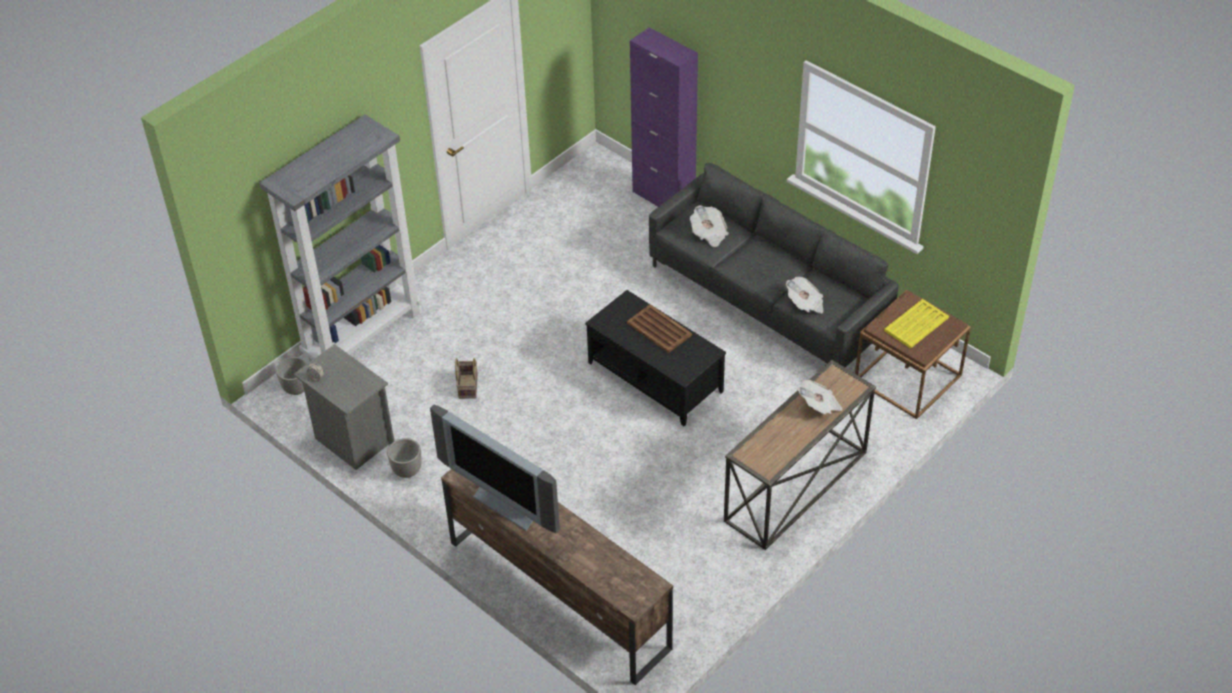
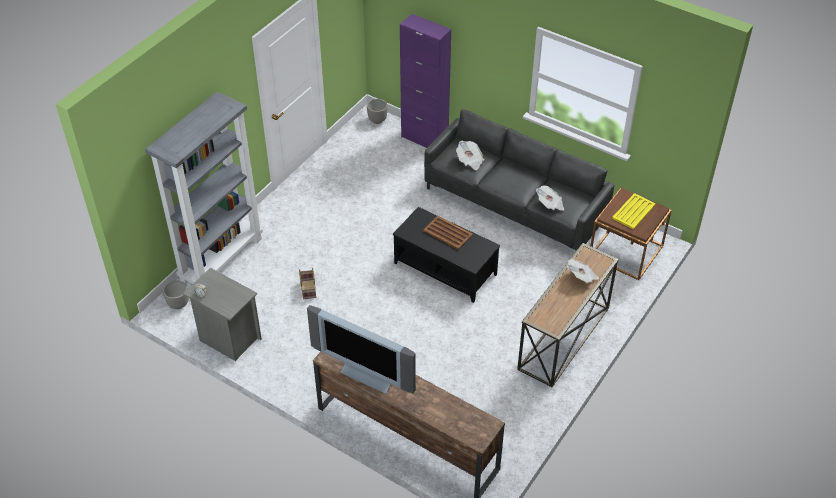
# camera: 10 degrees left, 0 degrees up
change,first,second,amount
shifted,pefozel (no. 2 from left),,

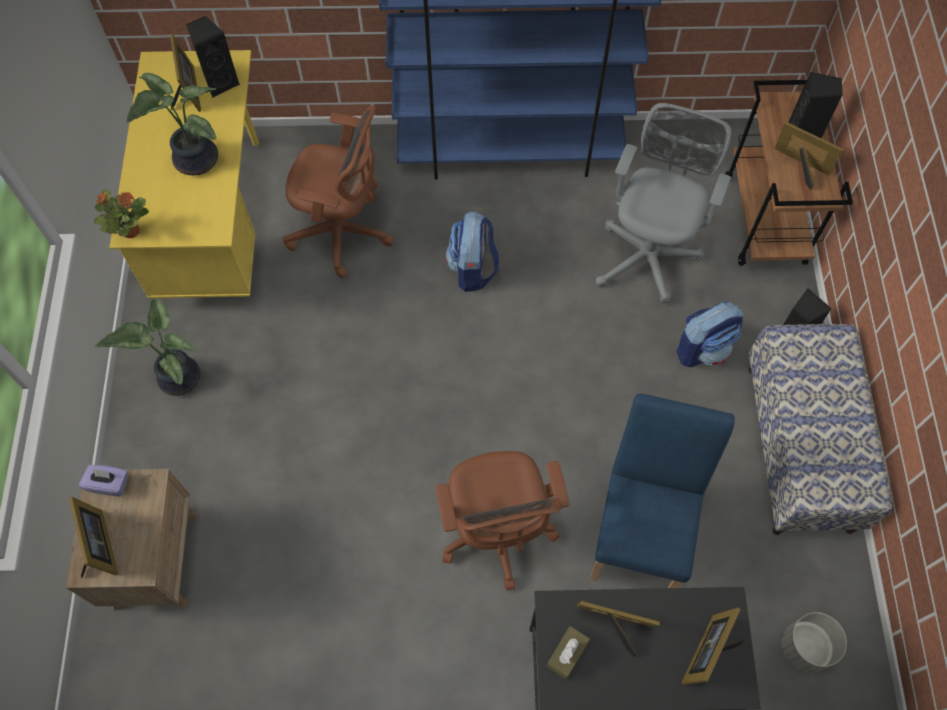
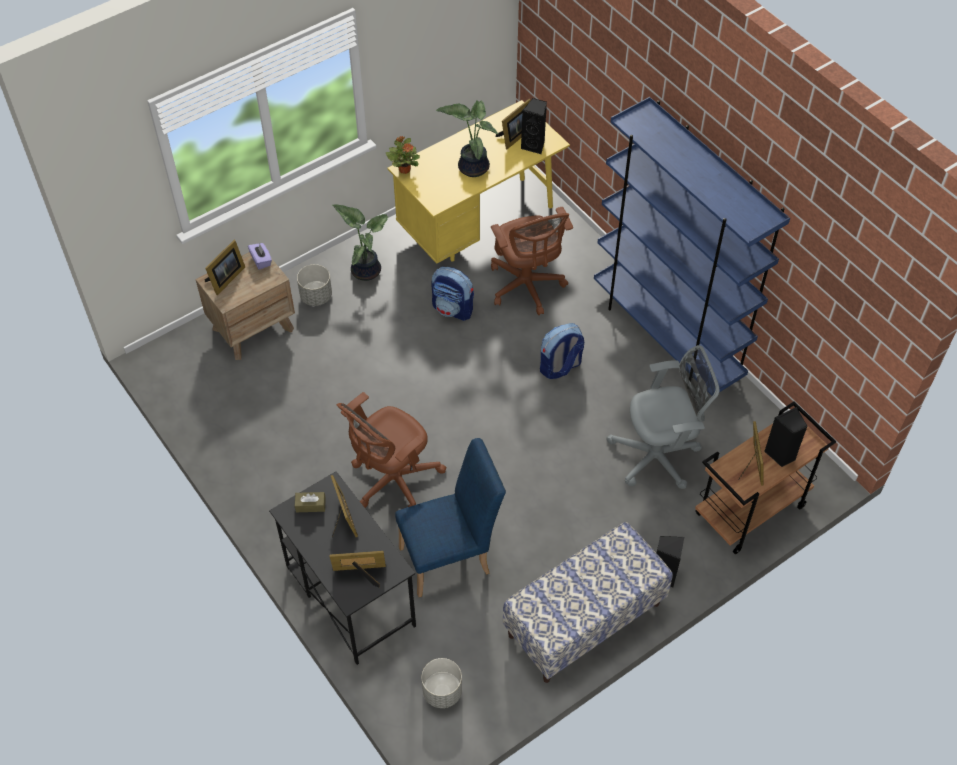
# camera: 55 degrees right, 10 degrees down
change,first,second,amount
new,,pefozel (grey) (no. 1 from left),
shifted,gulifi (no. 2 from left in the first image),gulifi (no. 1 from left),

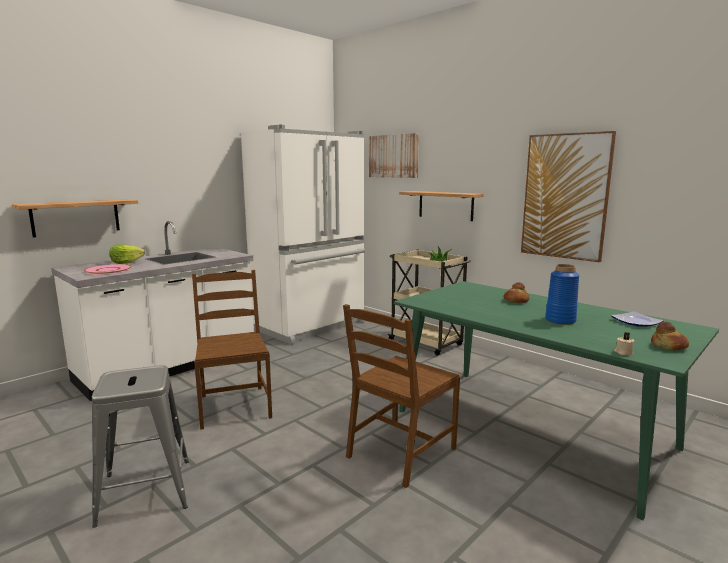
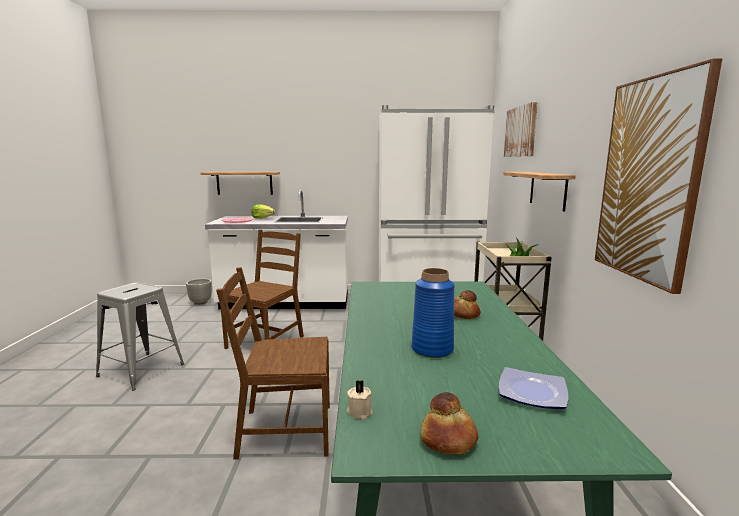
# camera: 45 degrees right, 0 degrees up
change,first,second,amount
new,,pefozel,

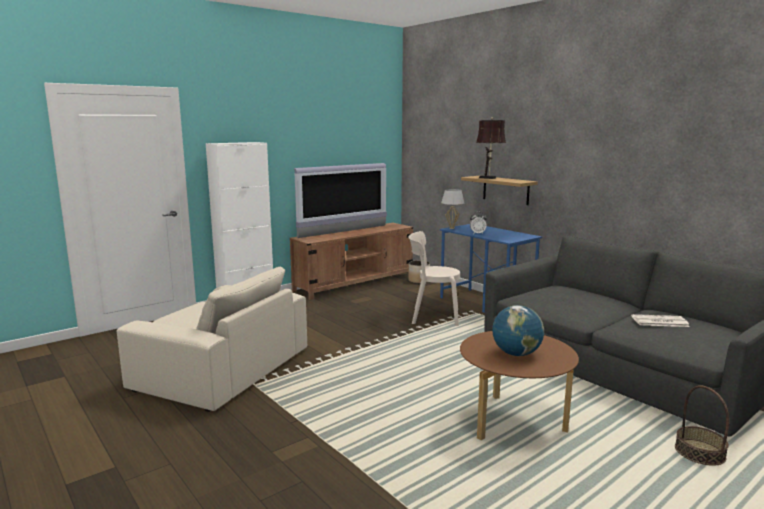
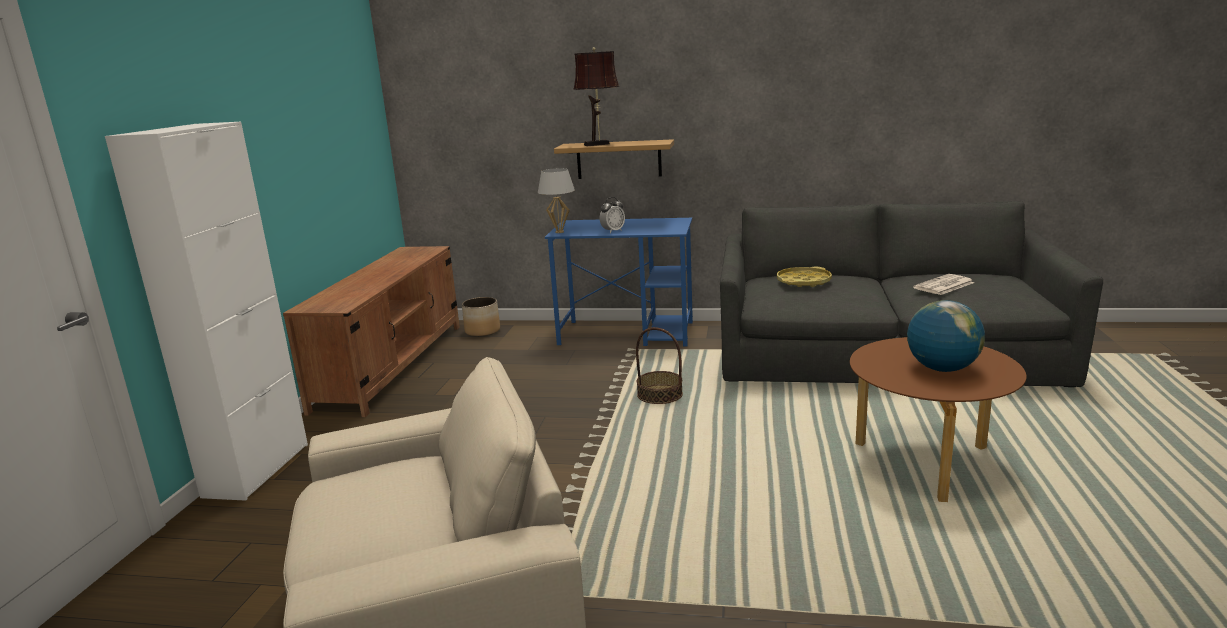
# camera: 40 degrees left, 5 degrees up
change,first,second,amount
shifted,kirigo,,
new,,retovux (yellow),
gone,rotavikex,,
gone,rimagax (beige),,

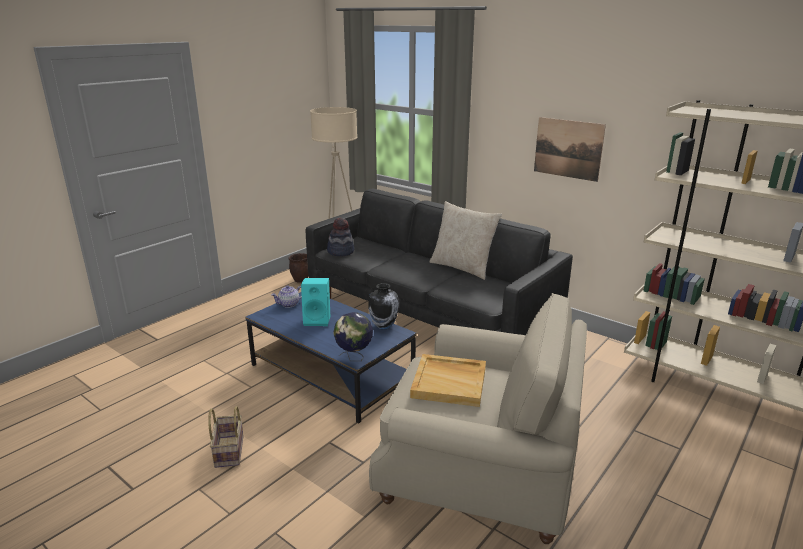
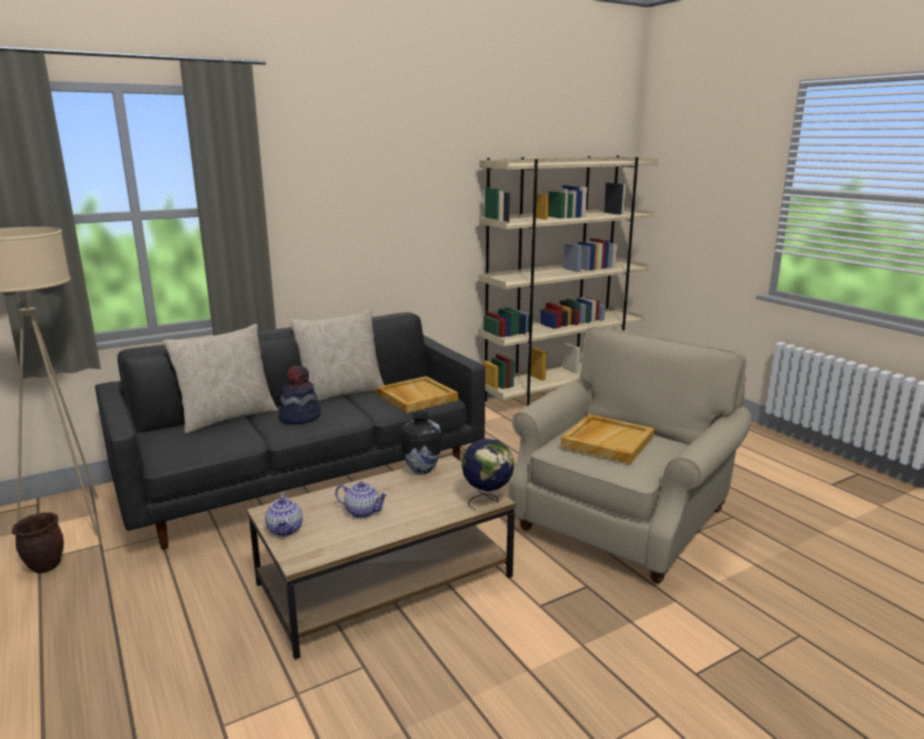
# camera: 70 degrees left, 5 degrees down
change,first,second,amount
new,,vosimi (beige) (no. 1 from left),
repainted,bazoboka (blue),bazoboka (brown),
shifted,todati,,
swapped,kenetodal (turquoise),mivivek (no. 2 from left),
new,,retovux (beige) (no. 1 from left),
gone,kirigo,,
gone,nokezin,,

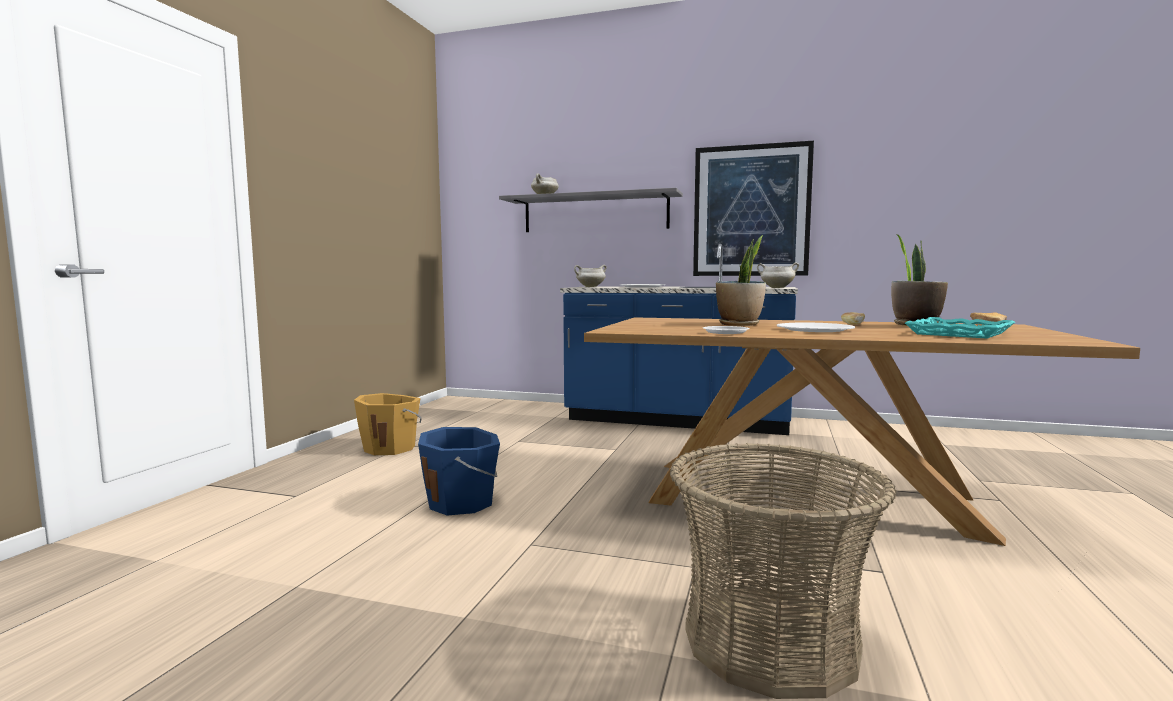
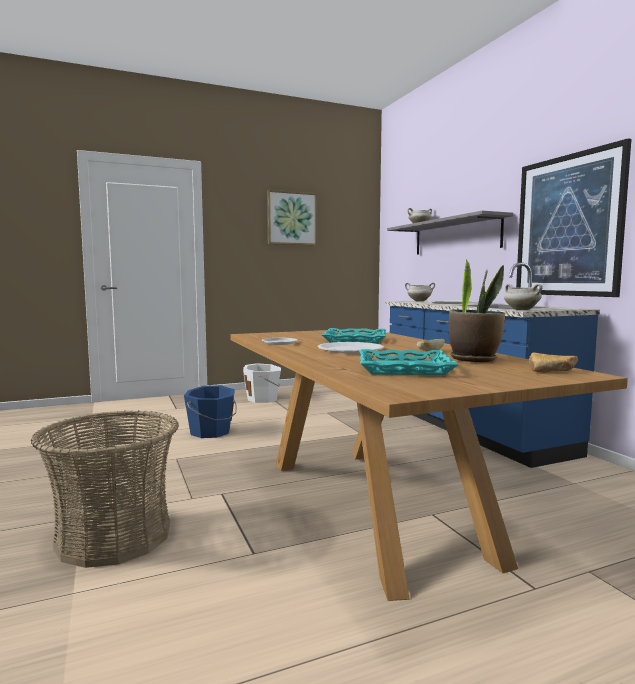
# camera: 50 degrees right, 0 degrees up
change,first,second,amount
repainted,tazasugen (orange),tazasugen (white),
new,,nokezin (no. 1 from left),
swapped,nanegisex (no. 1 from left),retovux (turquoise) (no. 1 from left),

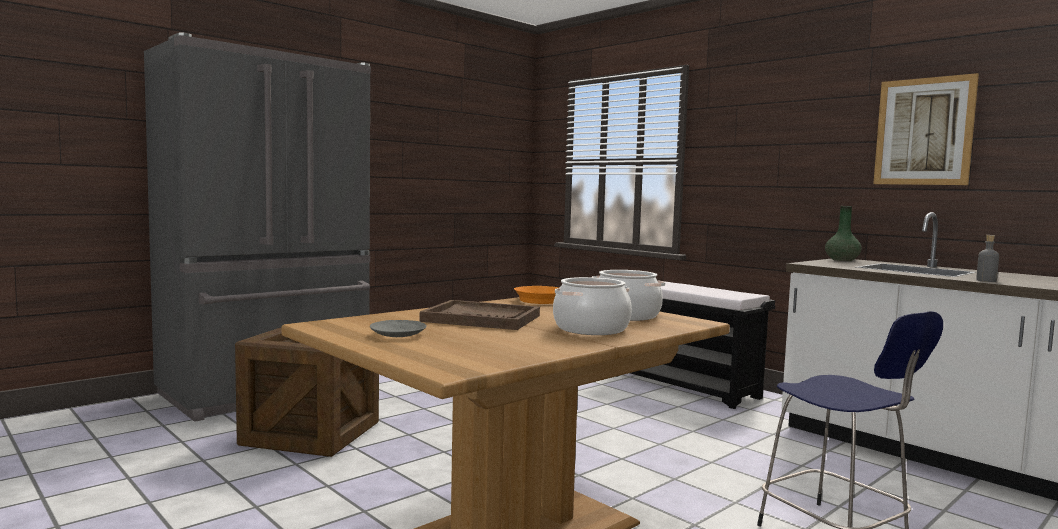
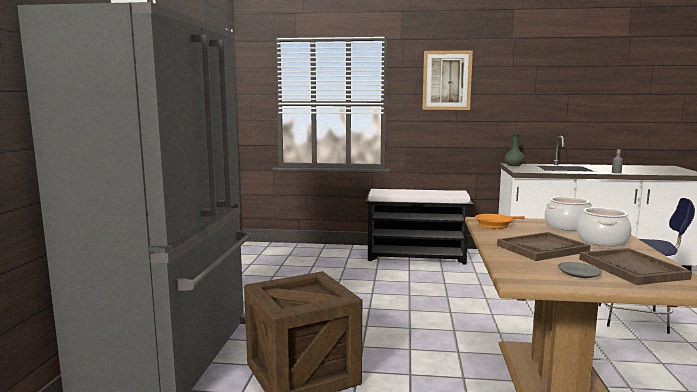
# camera: 40 degrees left, 5 degrees up
change,first,second,amount
shifted,nokezin,,
new,,retovux (brown) (no. 2 from left),

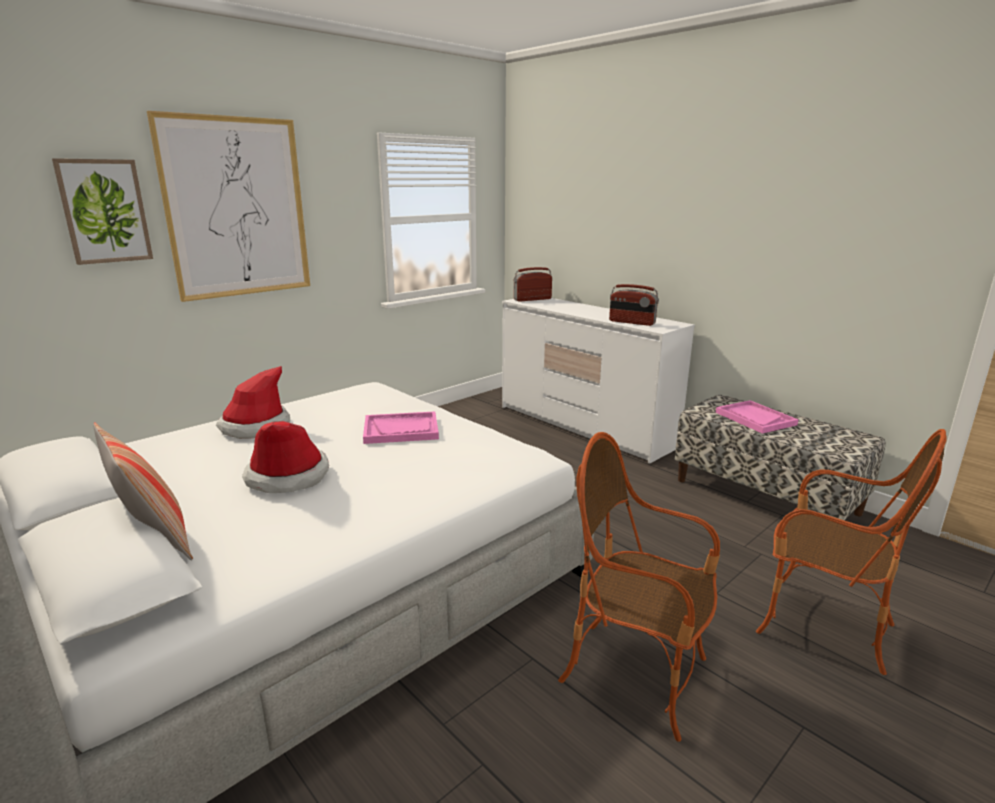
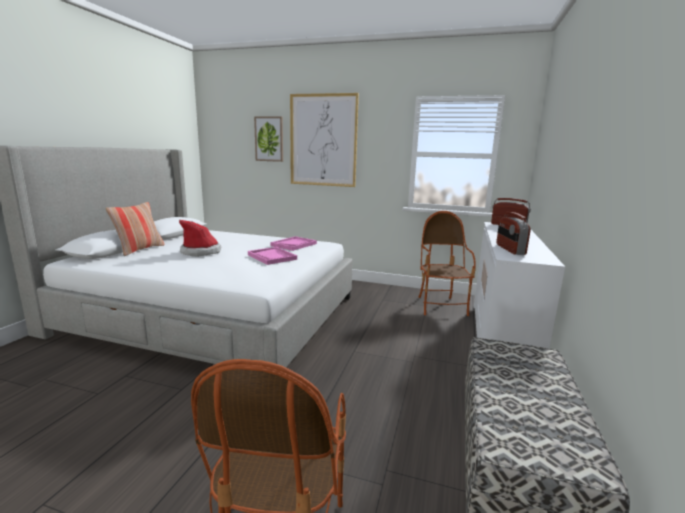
# camera: 60 degrees right, 5 degrees down
change,first,second,amount
shifted,retovux (pink) (no. 2 from left),,
shifted,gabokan (no. 1 from left in the first image),gabokan (no. 2 from left),
gone,todati (no. 1 from left),,

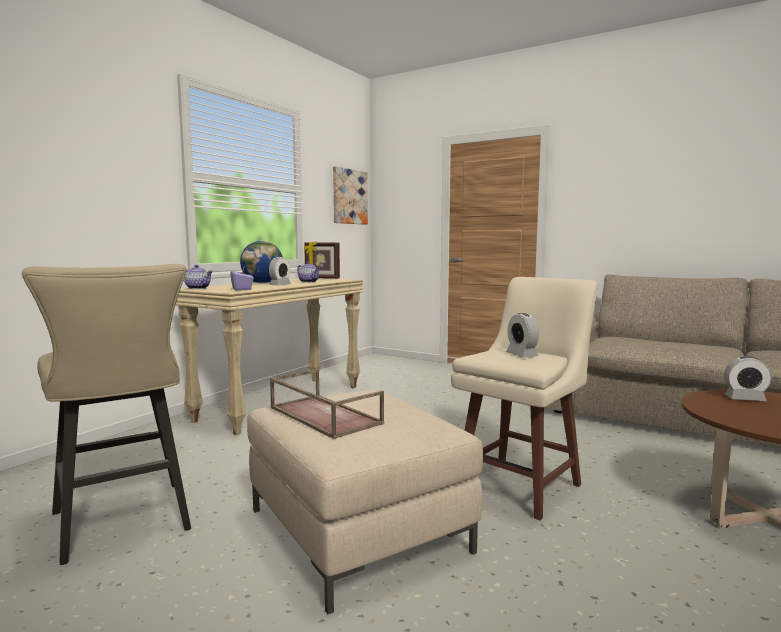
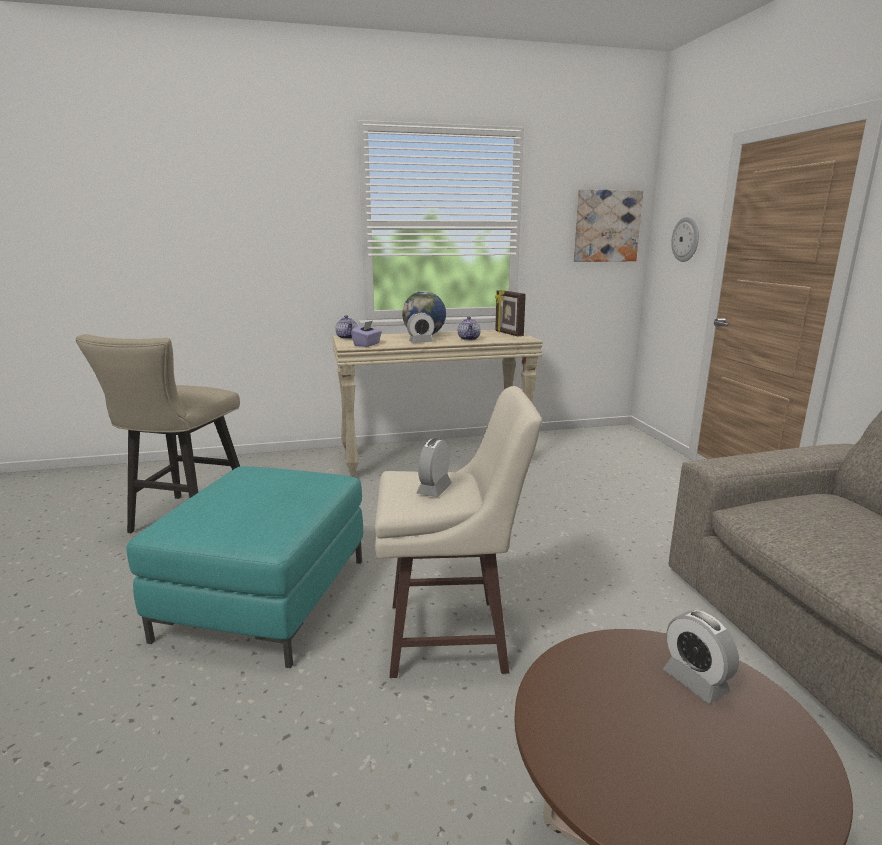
# camera: 45 degrees right, 10 degrees up
change,first,second,amount
repainted,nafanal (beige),nafanal (turquoise),
new,,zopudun,
gone,retovux (brown),,

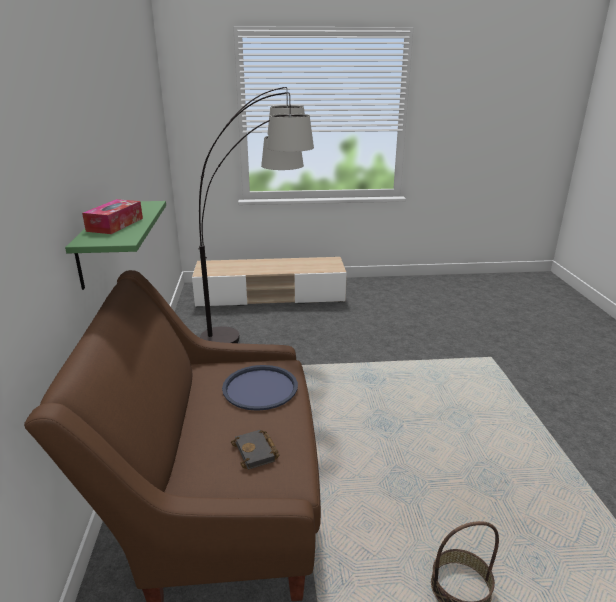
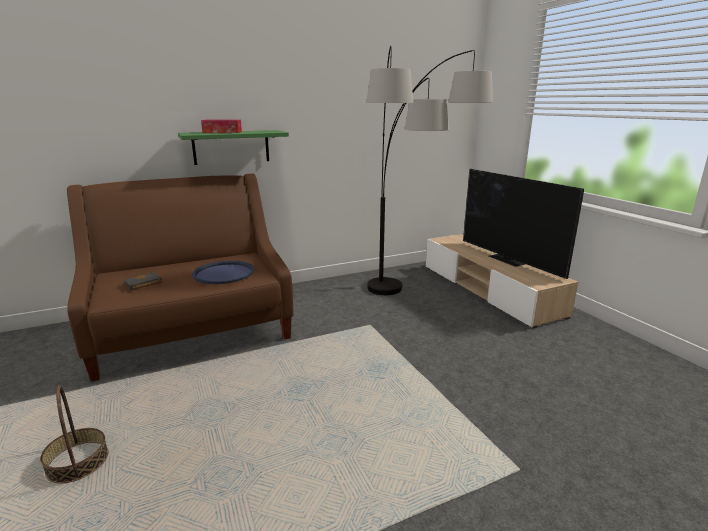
# camera: 70 degrees right, 5 degrees down
change,first,second,amount
new,,rotavikex,

